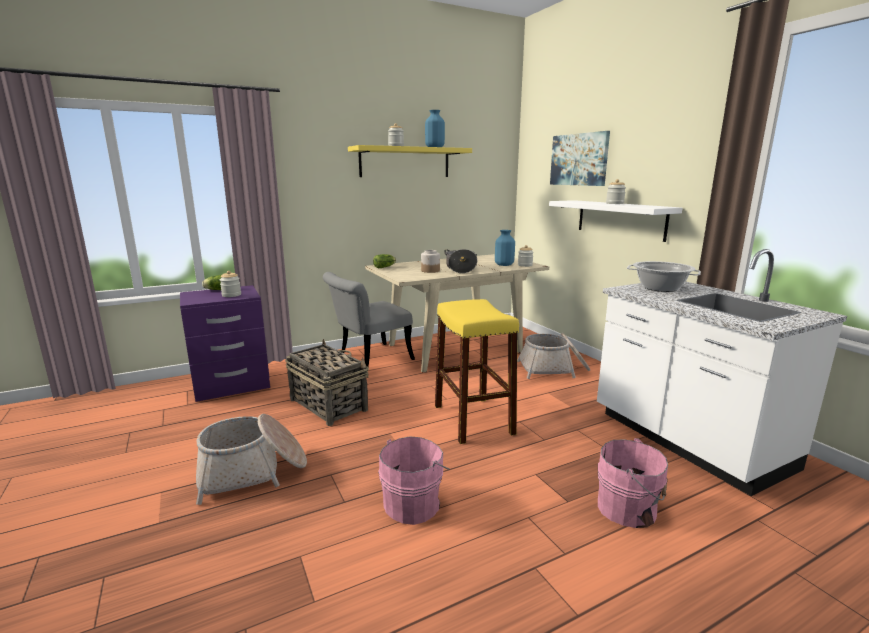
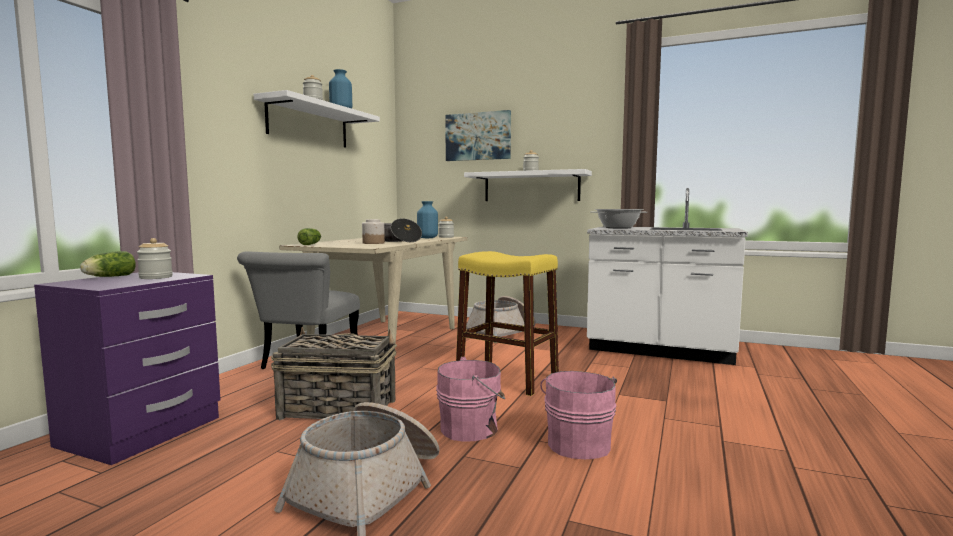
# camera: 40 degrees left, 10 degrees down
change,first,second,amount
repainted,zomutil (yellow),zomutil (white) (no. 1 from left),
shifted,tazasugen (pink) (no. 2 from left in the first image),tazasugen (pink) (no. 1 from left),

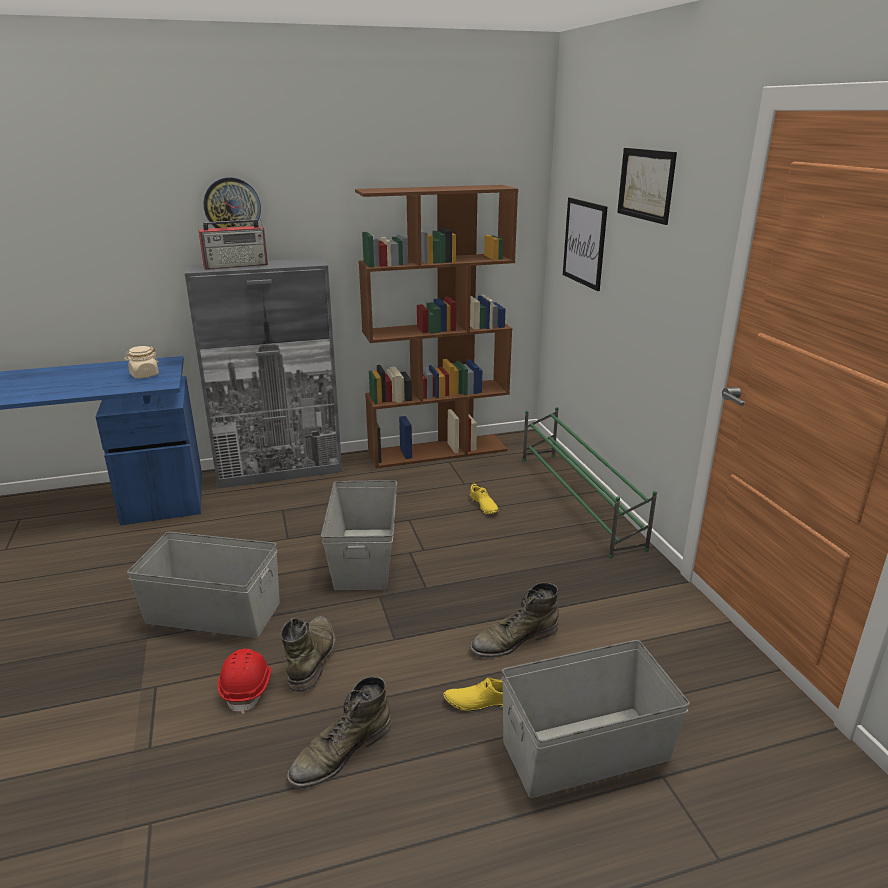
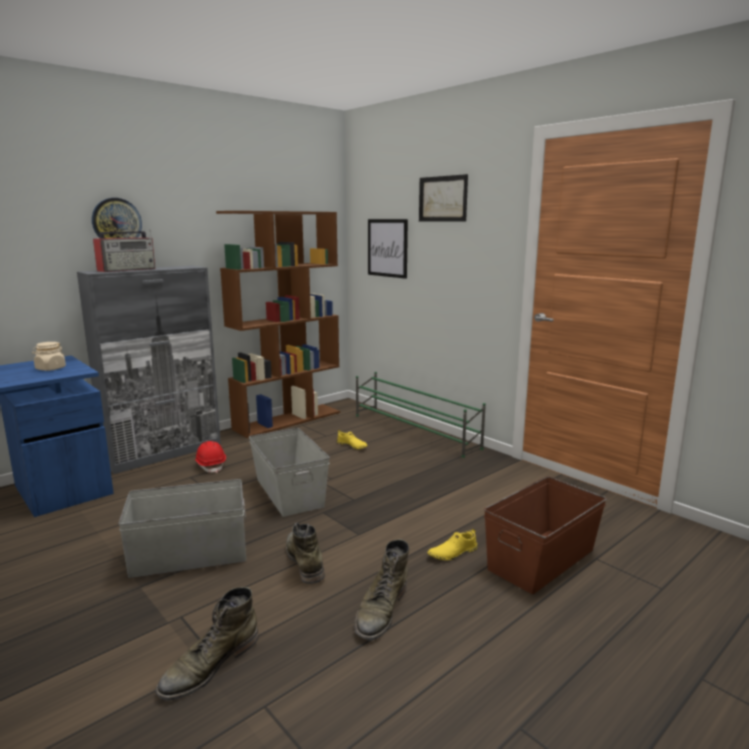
# camera: 25 degrees left, 10 degrees down
change,first,second,amount
shifted,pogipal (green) (no. 3 from left in the first image),pogipal (green) (no. 1 from left),
shifted,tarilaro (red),,
repainted,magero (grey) (no. 3 from left),magero (brown),

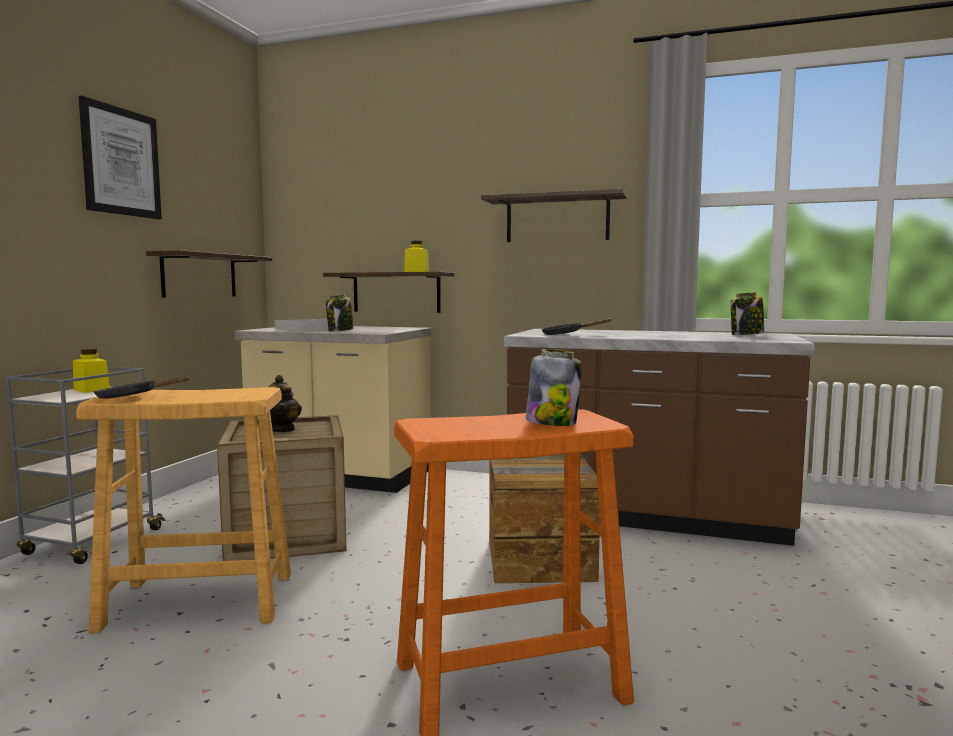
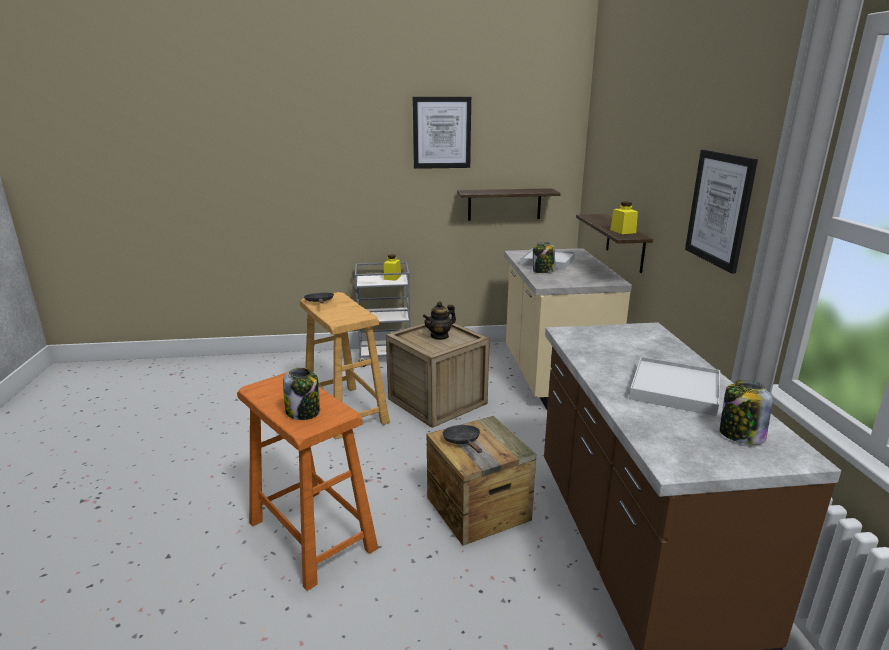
# camera: 65 degrees right, 15 degrees up
change,first,second,amount
shifted,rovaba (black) (no. 2 from left),,
new,,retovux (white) (no. 2 from left),
swapped,zomutil (no. 3 from left),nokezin (no. 2 from left),

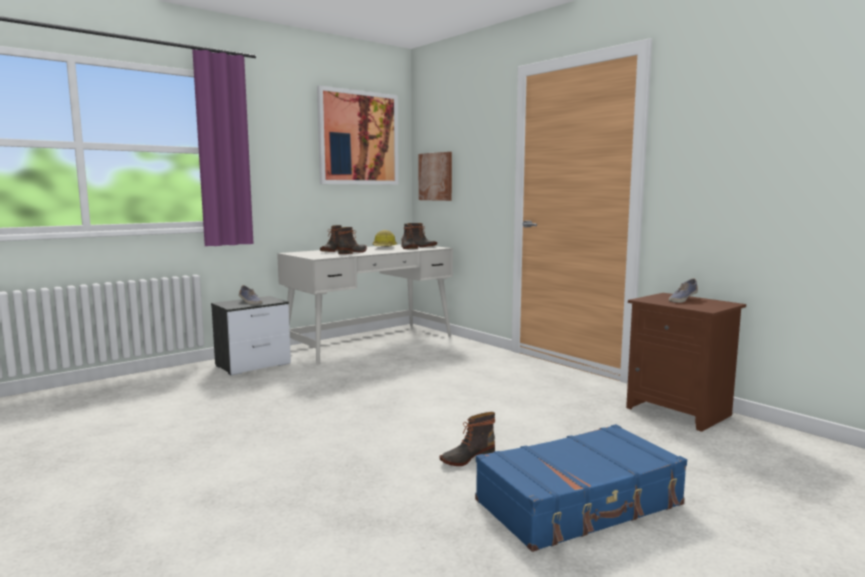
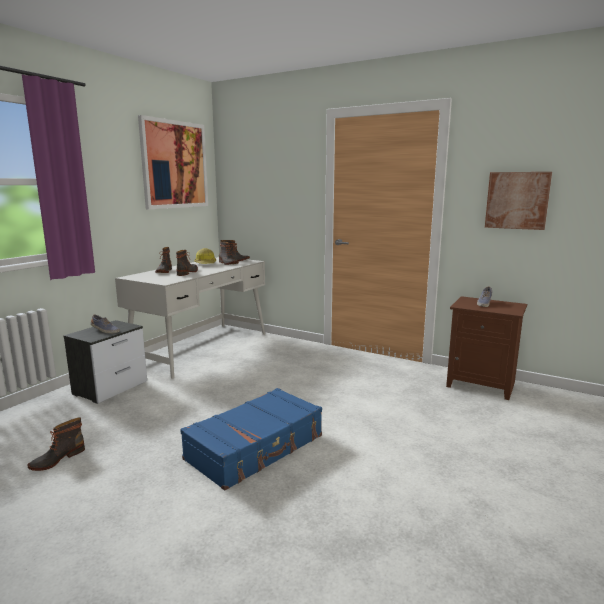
# camera: 20 degrees left, 5 degrees up
change,first,second,amount
shifted,pogipal (no. 5 from left in the first image),pogipal (no. 1 from left),
shifted,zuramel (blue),,
shifted,nokezin (no. 2 from left),,

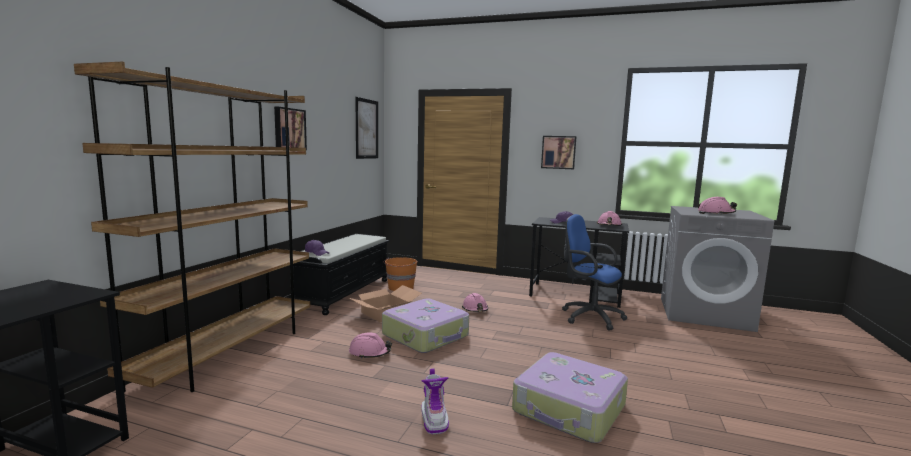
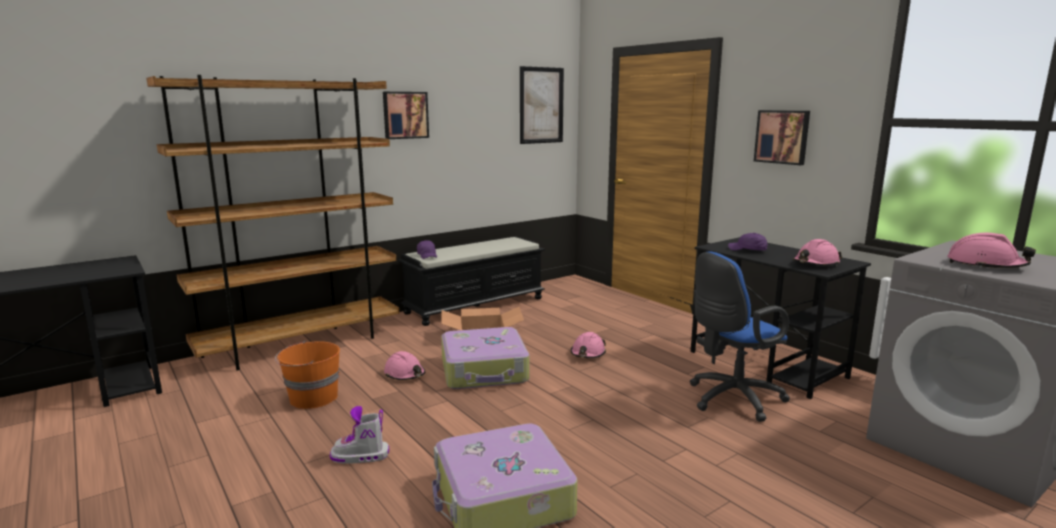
# camera: 35 degrees right, 5 degrees up
change,first,second,amount
shifted,tazasugen (orange),,
rotated,pogipal,,60 degrees clockwise
rotated,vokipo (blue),,105 degrees counterclockwise

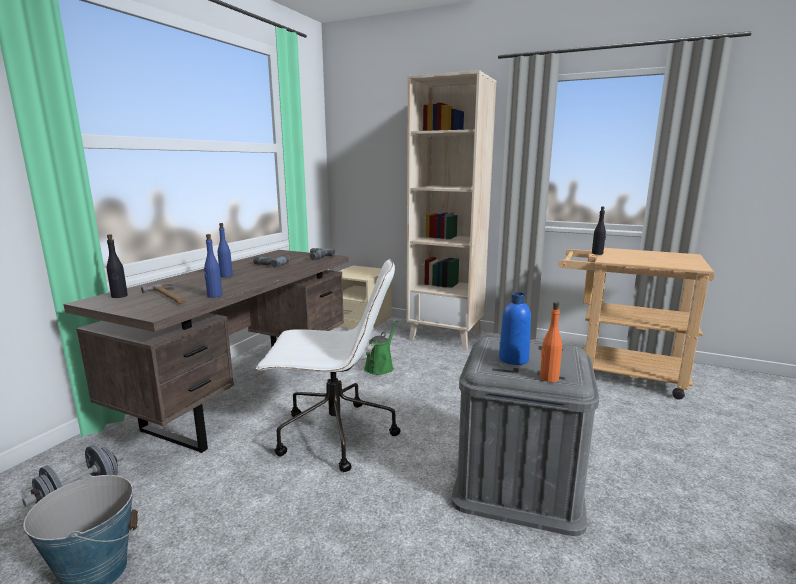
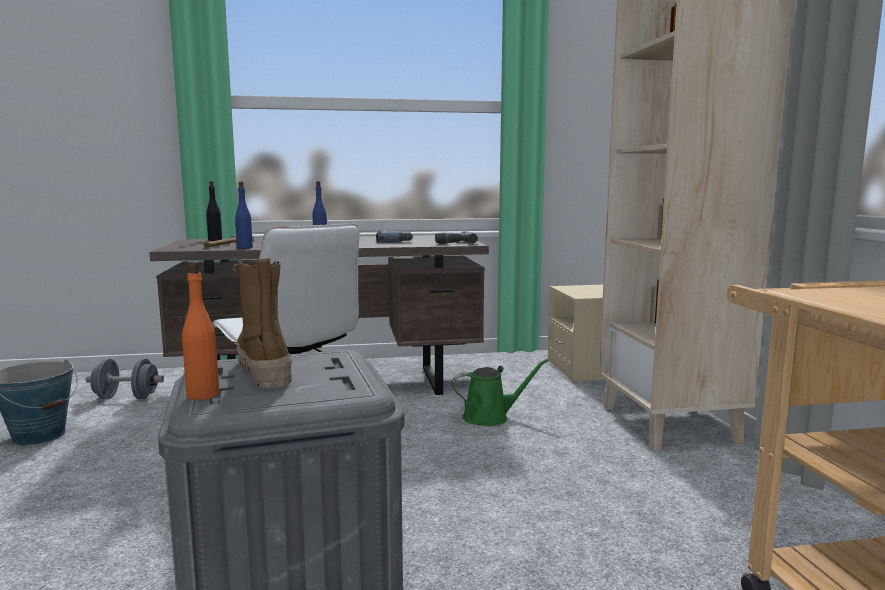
# camera: 55 degrees right, 5 degrees down
change,first,second,amount
swapped,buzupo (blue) (no. 3 from left),pogipal,
gone,buzupo (black) (no. 2 from left),,

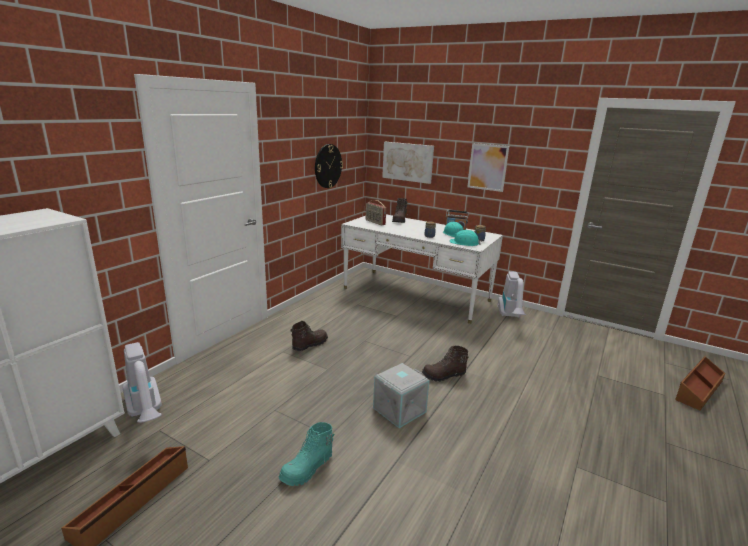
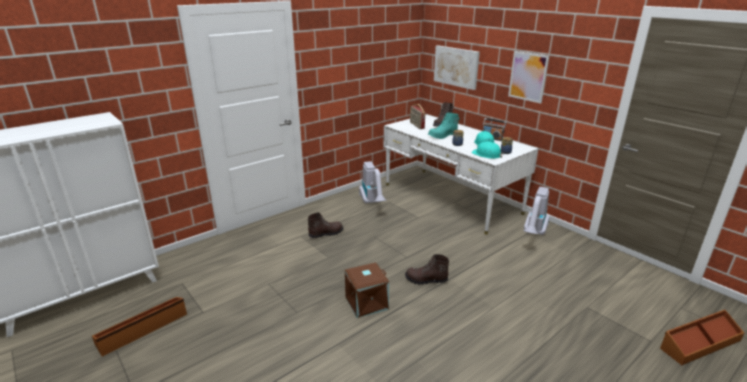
# camera: 20 degrees right, 5 degrees up
change,first,second,amount
repainted,magero (grey),magero (brown) (no. 2 from left),
shifted,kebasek (no. 1 from left),,
shifted,pogipal (turquoise),,
gone,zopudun,,

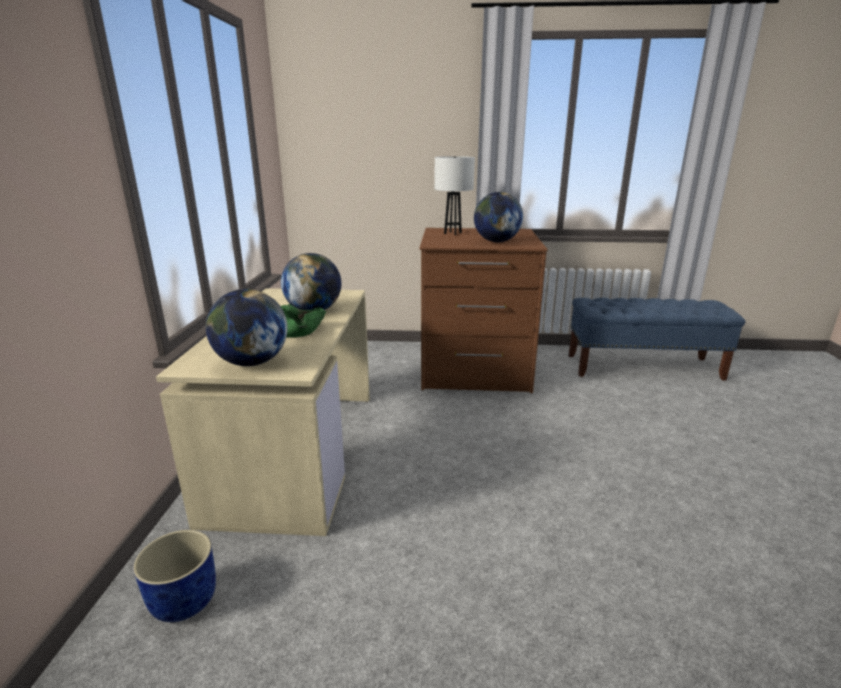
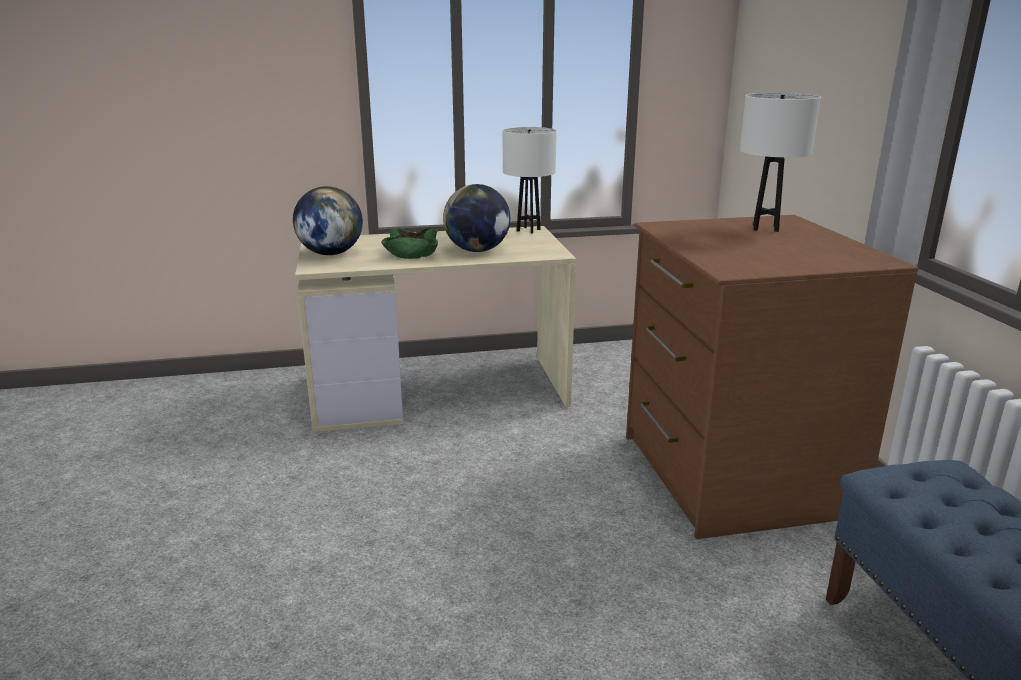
# camera: 75 degrees right, 0 degrees up
change,first,second,amount
new,,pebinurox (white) (no. 1 from left),
gone,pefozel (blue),,
gone,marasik (no. 3 from left),,

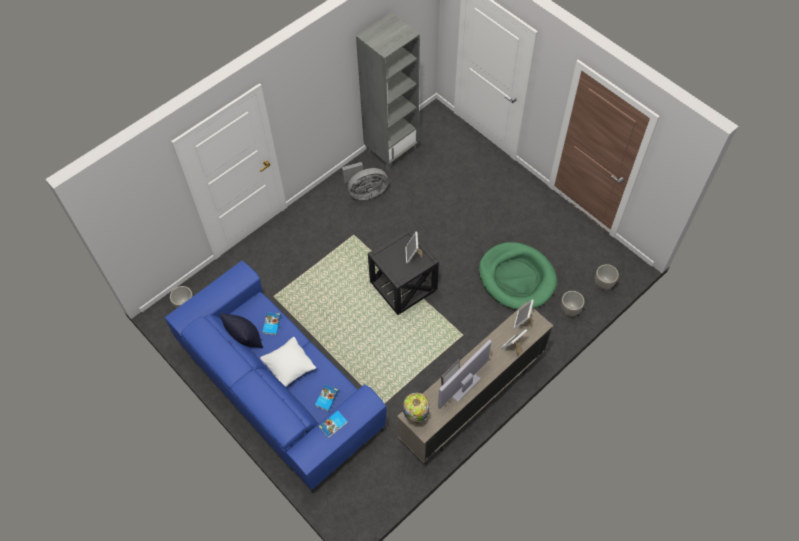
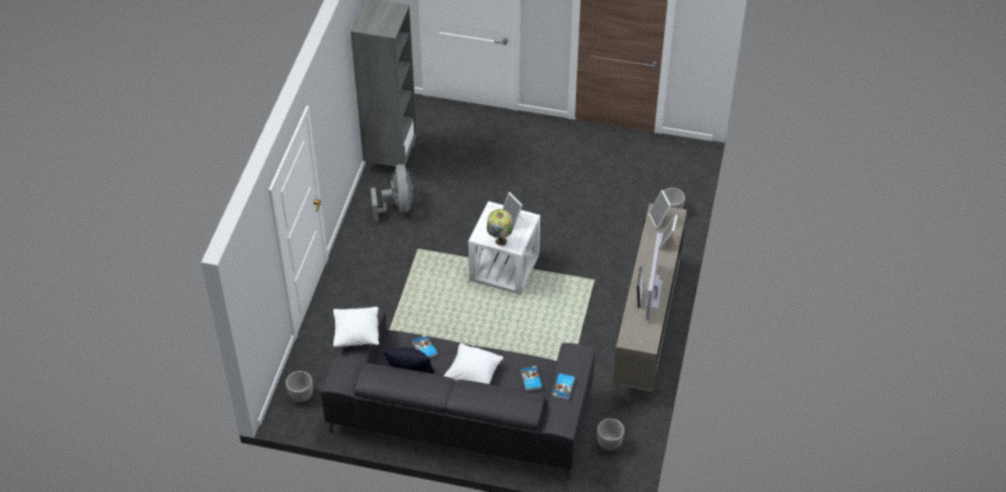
# camera: 35 degrees left, 10 degrees down
change,first,second,amount
repainted,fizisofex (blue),fizisofex (grey),
new,,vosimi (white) (no. 1 from left),
rotated,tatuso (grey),,45 degrees counterclockwise
repainted,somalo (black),somalo (white),
shifted,pebinurox,,
shifted,pefozel (no. 3 from left in the first image),pefozel (no. 2 from left),
gone,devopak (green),,

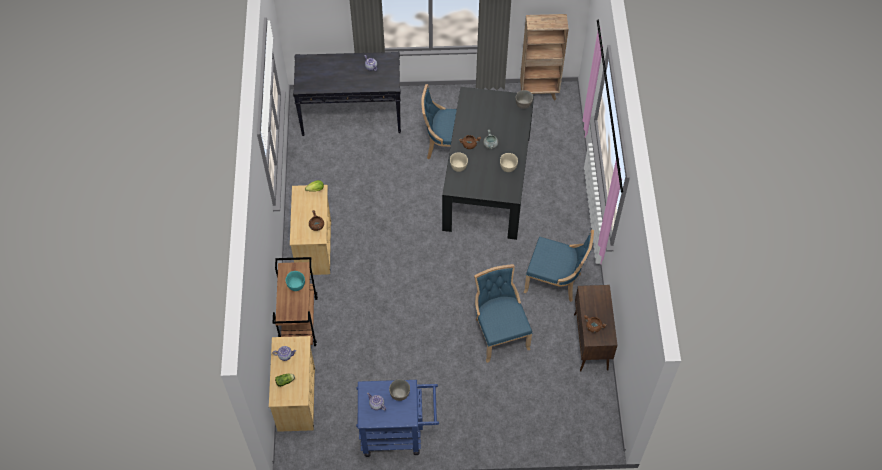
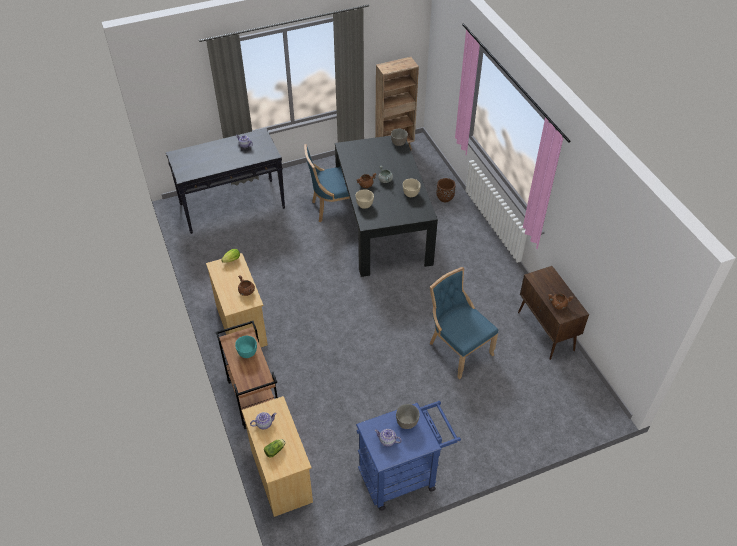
# camera: 20 degrees left, 10 degrees down
change,first,second,amount
new,,pefozel (brown),
gone,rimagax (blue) (no. 3 from left),,

